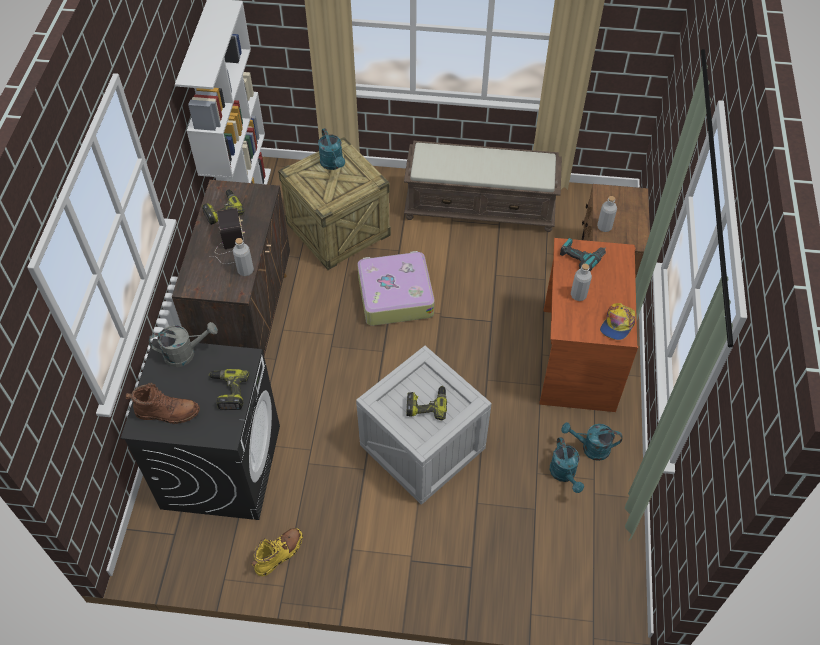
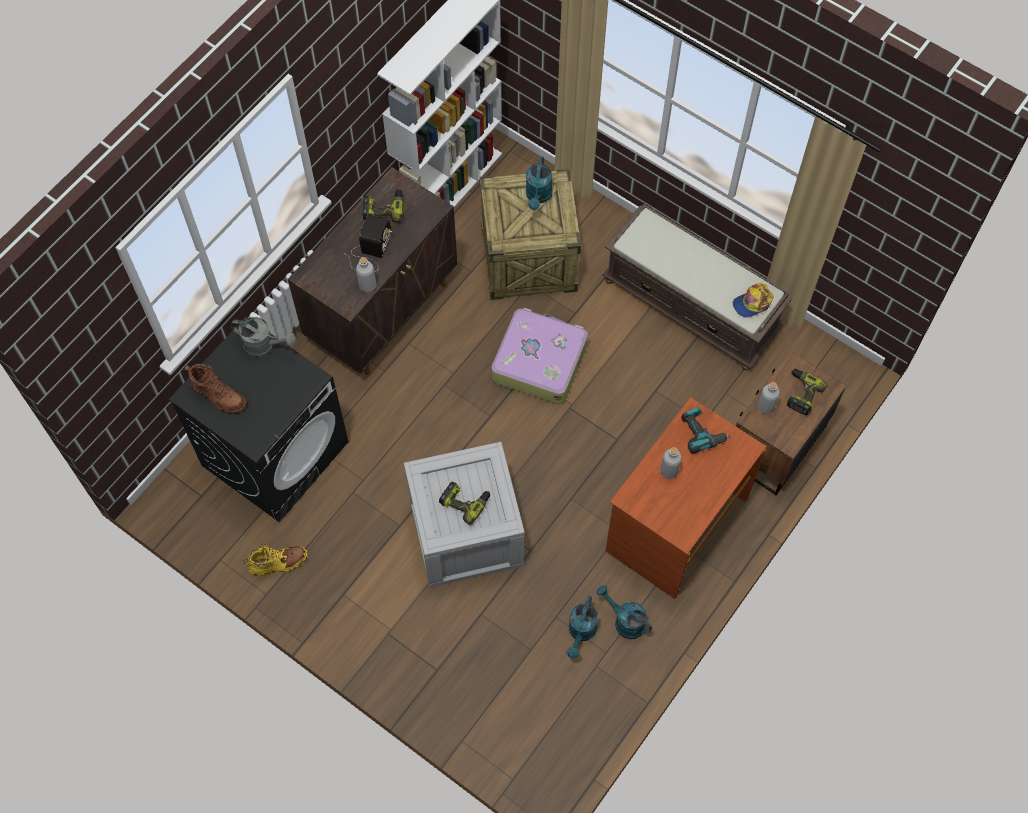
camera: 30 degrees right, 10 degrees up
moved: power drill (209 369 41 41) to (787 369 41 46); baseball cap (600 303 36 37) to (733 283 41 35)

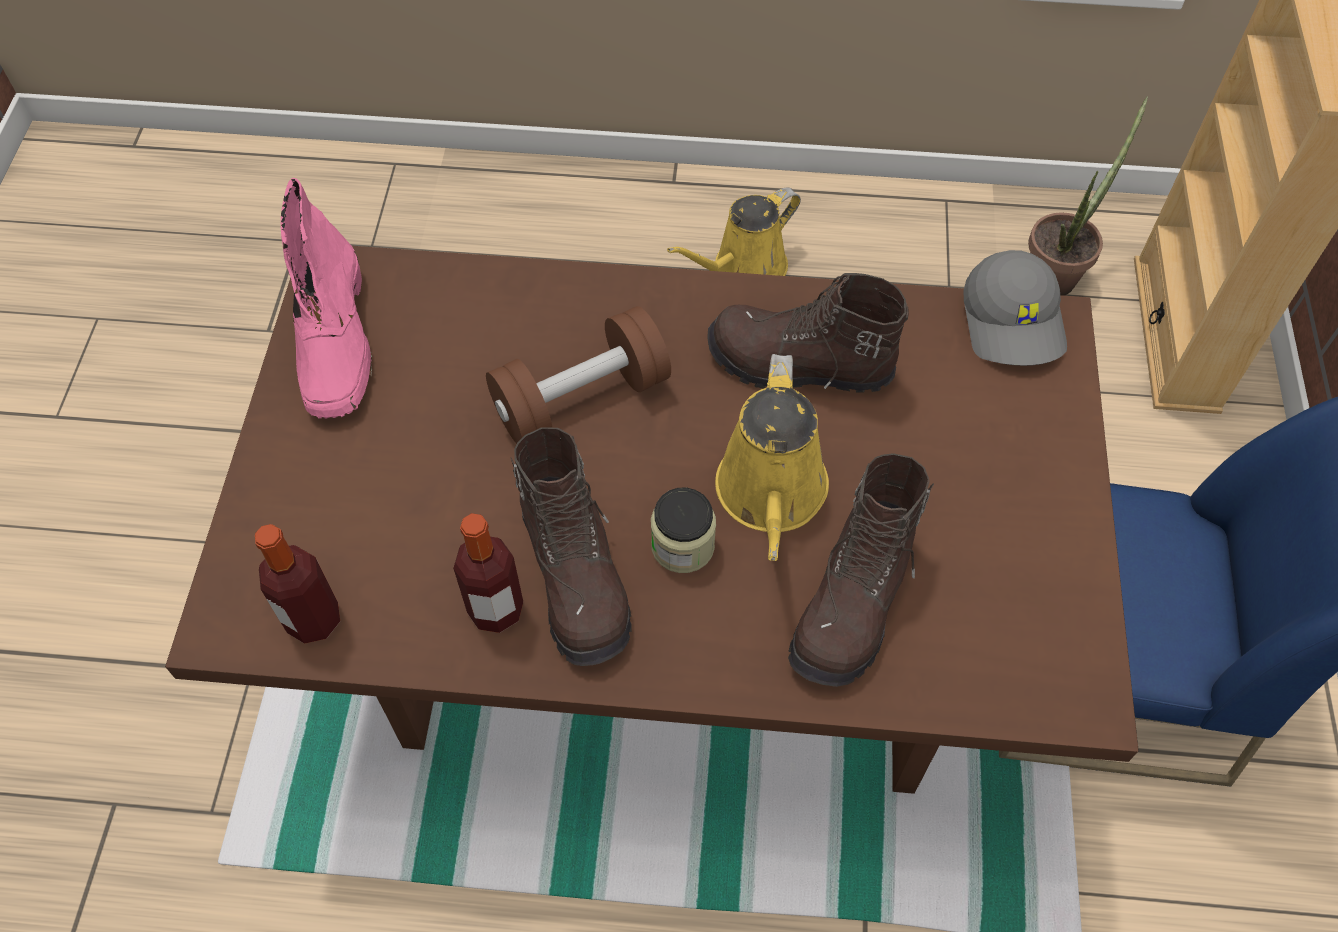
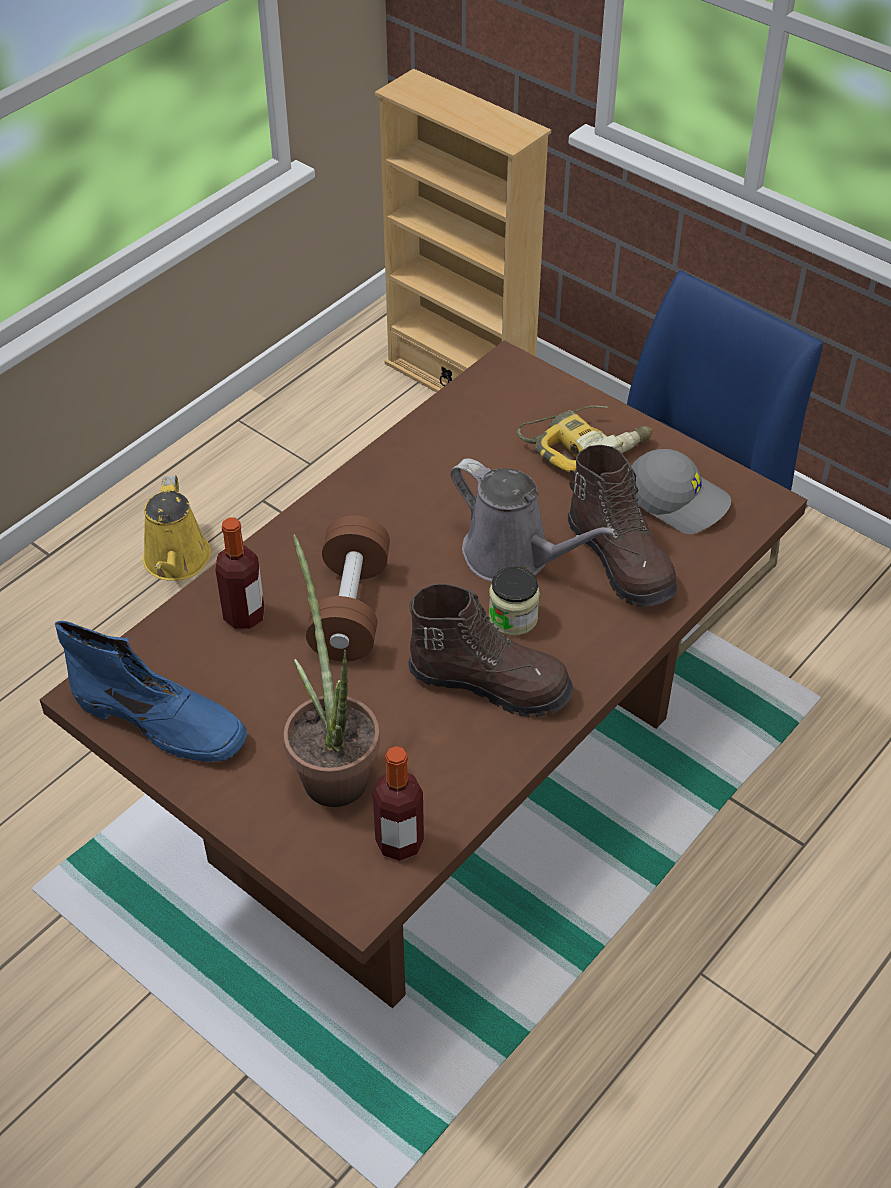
camera: 55 degrees left, 10 degrees down
removed: brownish high-top boot (707 273 202 120)
added: power drill (516 405 137 67)
moved: beverage bottle (453 513 70 120) to (215 518 49 111); greyish baseball cap (963 250 104 116) to (631 449 100 85); houseplant (1028 96 120 200) to (283 534 97 273)
recoloured: pink-coloured high-top boot (281 178 91 241) to bluish high-top boot (55 621 192 141); yellowish watering can (715 354 114 207) to greyish watering can (451 458 166 124)

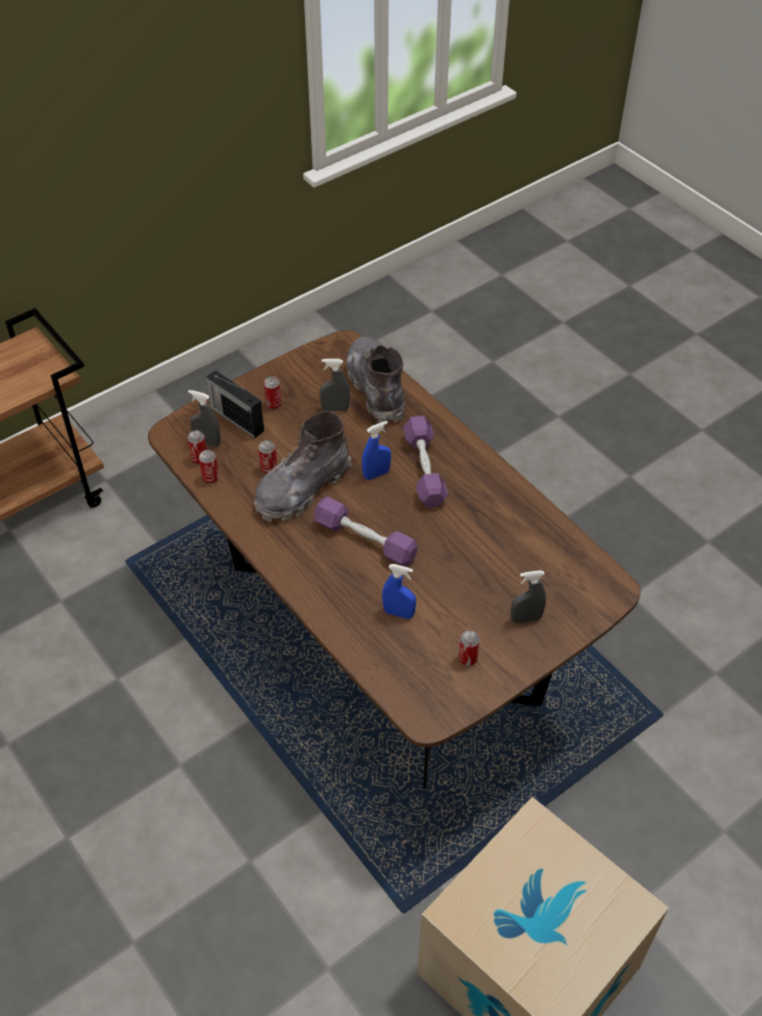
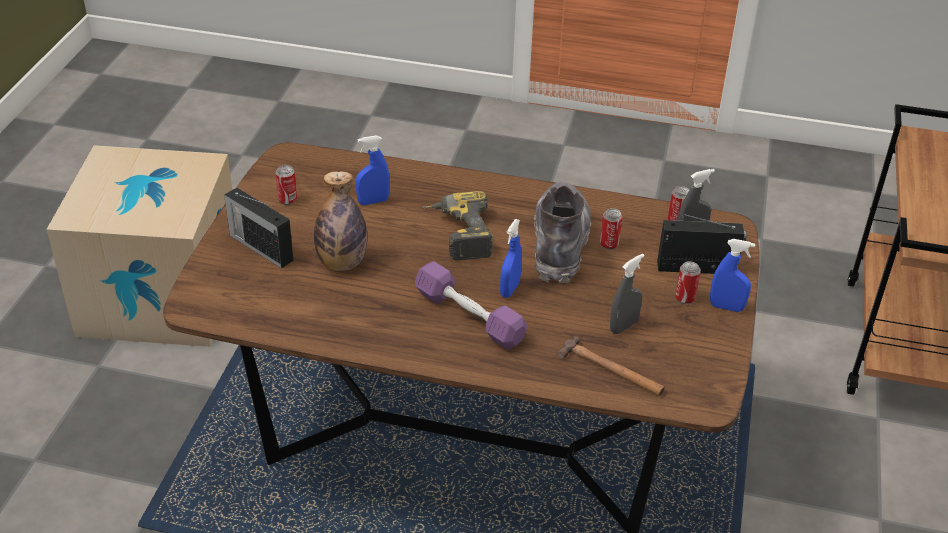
camera: 140 degrees right, 10 degrees down
removed: metal can (199 450 20 34)
added: beverage bottle (314 171 53 100); bluish sprayer (710 239 45 73)
replaced: purple-coloured dumbbell (314 497 104 70) to power drill (422 191 71 70); greyish high-top boot (346 337 59 86) to tool hammer (557 336 108 60); greyish sprayer (511 570 35 53) to radio set (224 188 69 80)

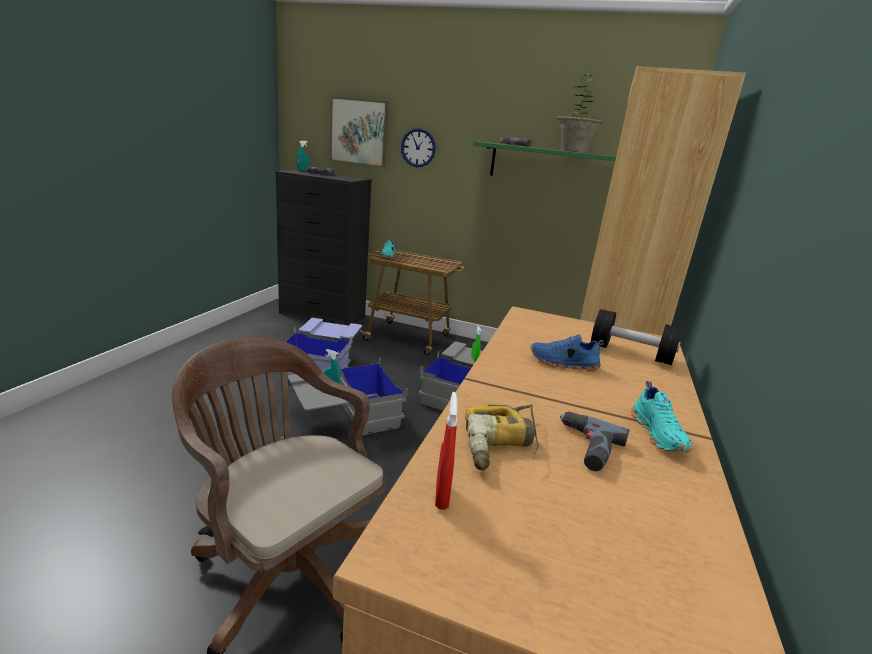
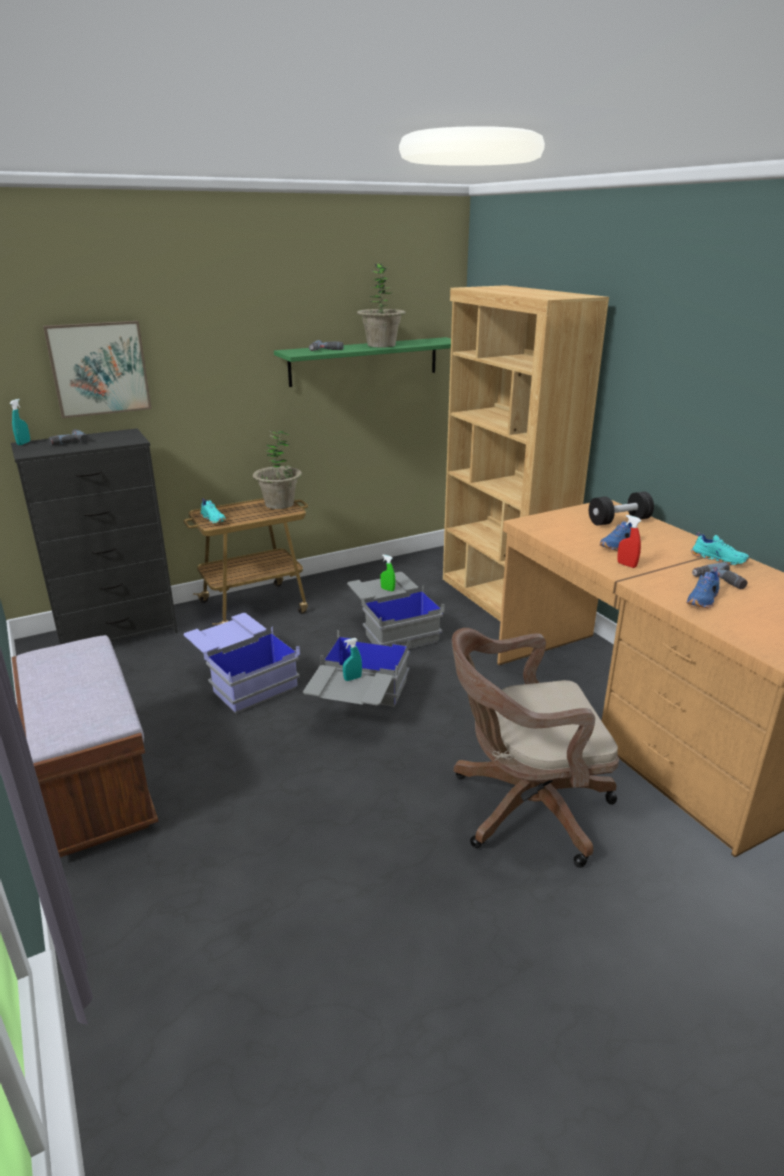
camera: 45 degrees left, 5 degrees up
removed: hanging clock (401 128 35 39)
added: brownish bench (12 635 147 222); houseplant (253 431 49 78)
moved: red-coloured sprayer (435 392 22 118) to (617 515 24 53)
replaced: power drill (465 404 74 66) to bluish shoe (686 568 34 40)

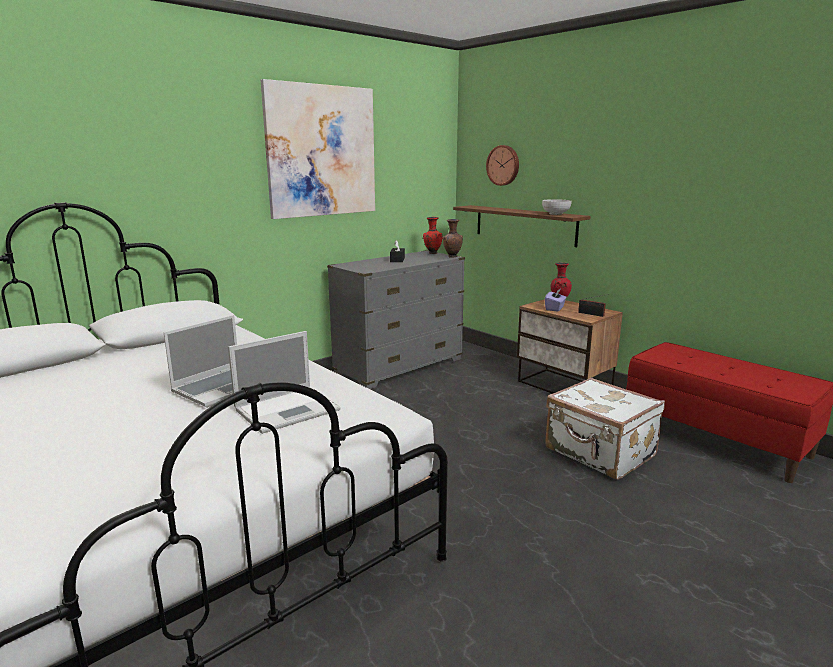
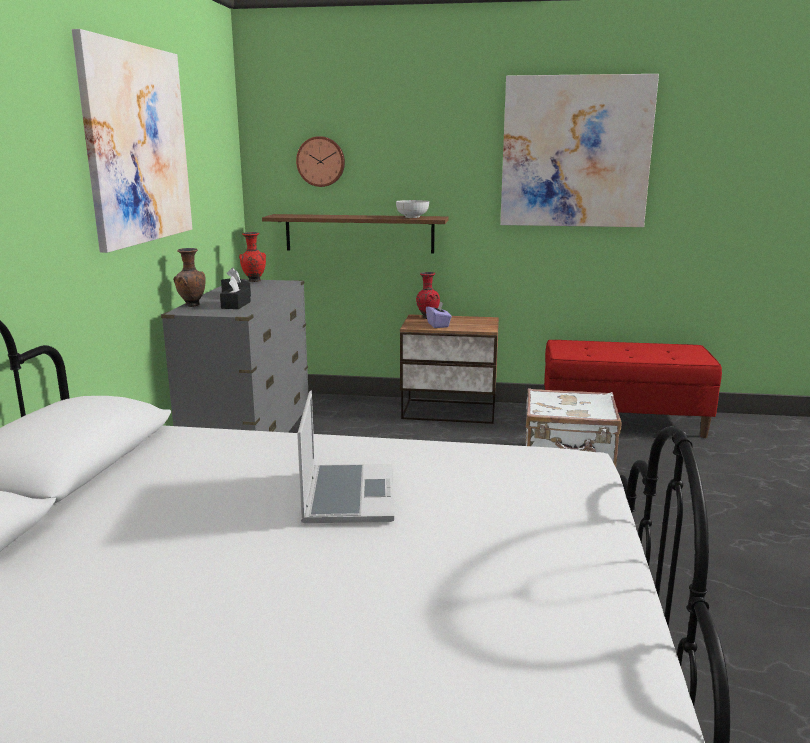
camera: 40 degrees left, 0 degrees up
removed: notebook computer (228 331 112 103); radio set (578 294 30 23)
added: black-coloured tissue holder (220 276 31 33); wall art (500 74 159 153)
moved: brownish vase (442 219 21 39) to (173 248 32 59)

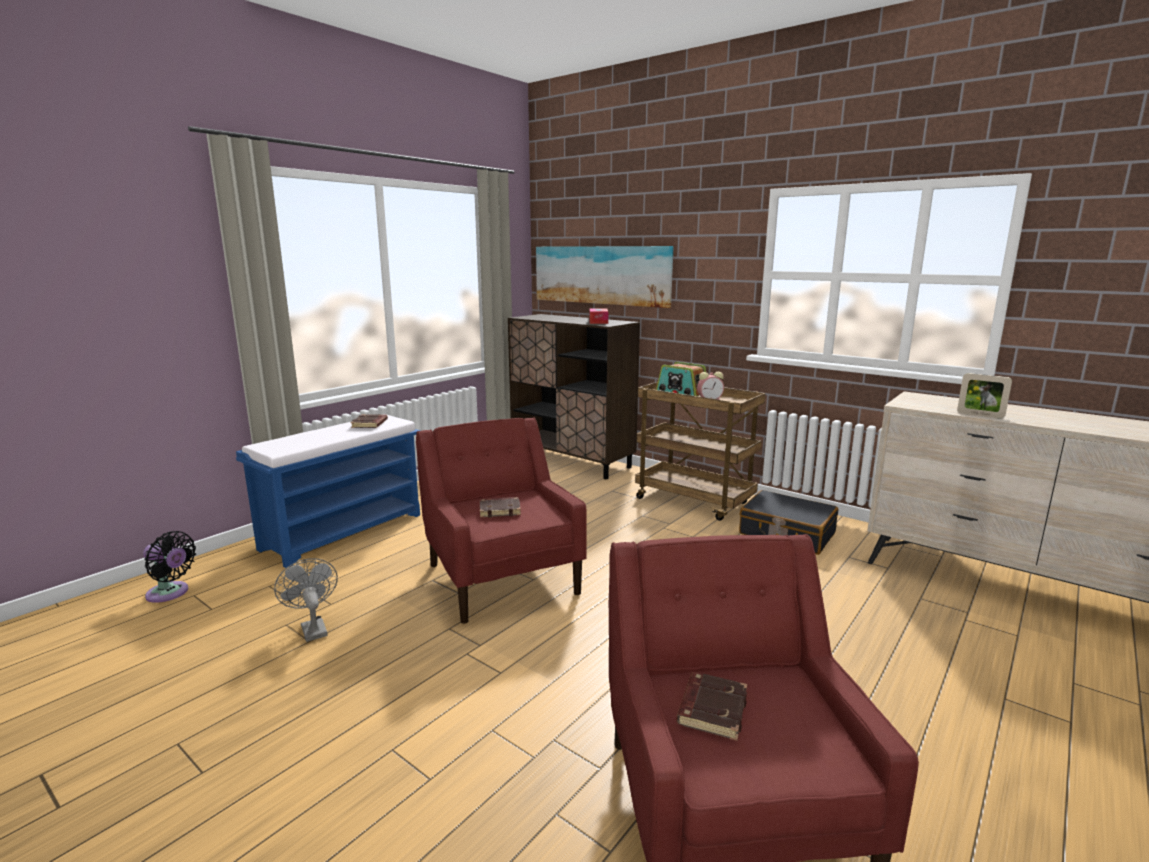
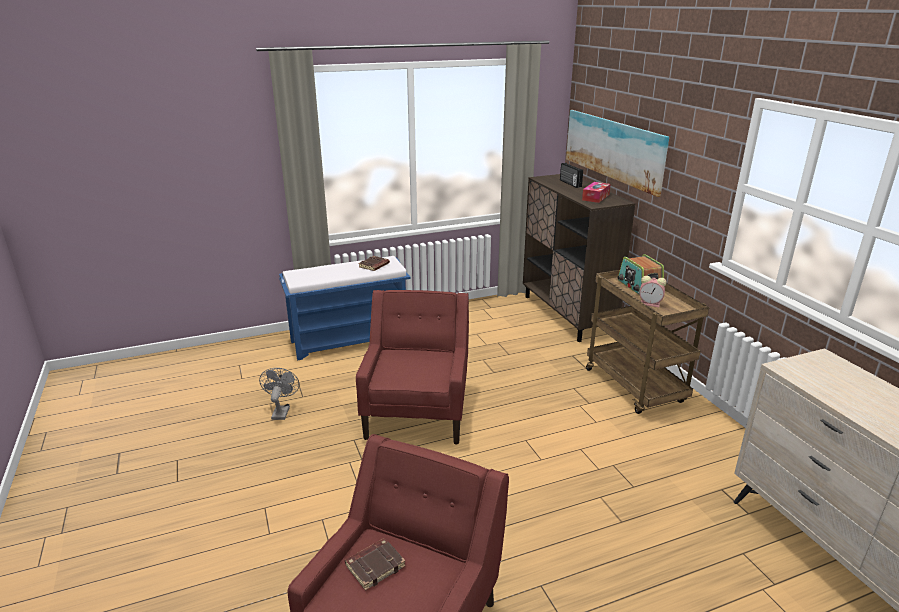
camera: 30 degrees right, 10 degrees up
removed: black-coloured fan (143 531 53 72); brownish book (480 497 41 21); black-coloured travel case (739 490 99 65); photo frame (957 373 55 46)
added: radio set (560 163 23 25)

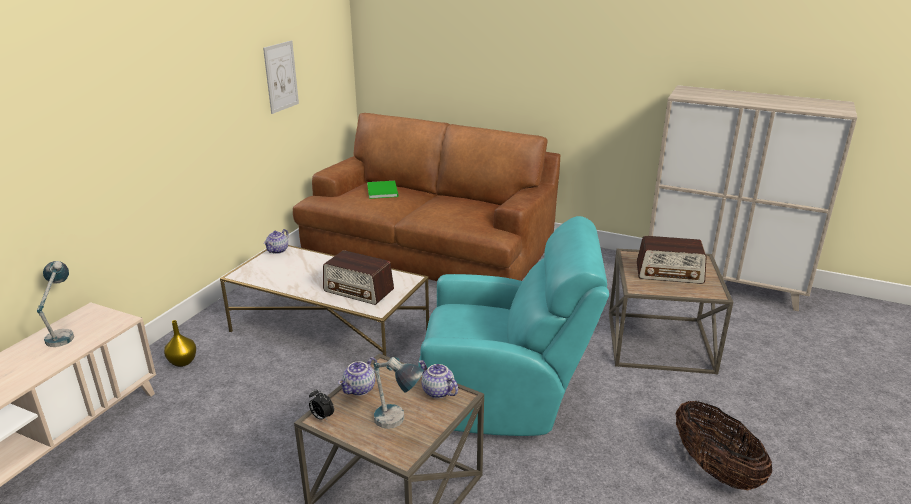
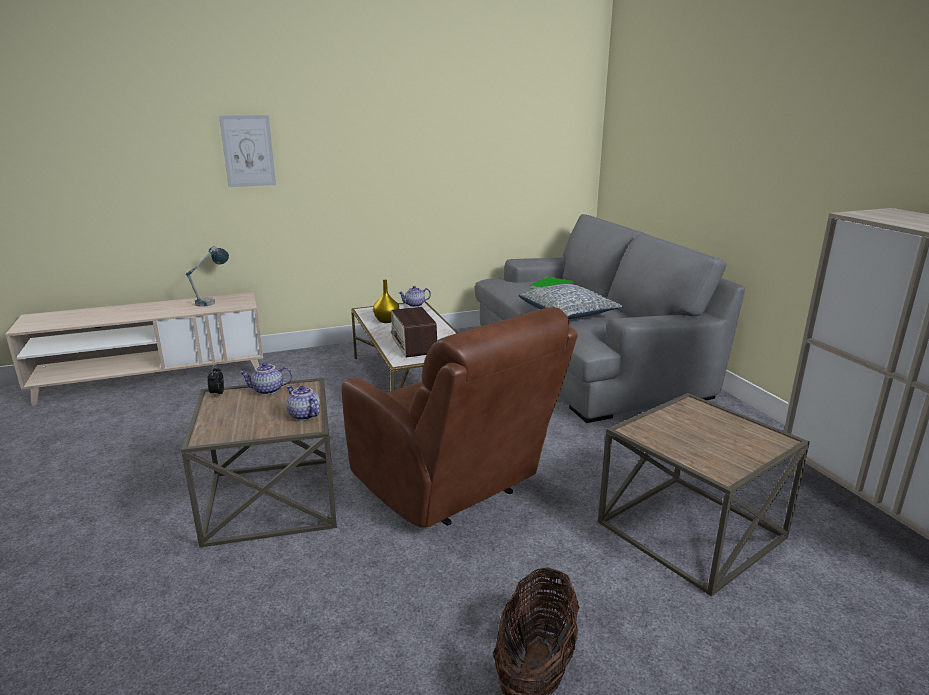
camera: 45 degrees right, 5 degrees down
removed: tabletop lamp (373 357 51 72); radio set (637 236 70 48)
added: throw pillow (519 284 104 35)
moved: yellowish vase (164 320 32 47) to (373 280 26 43); wall art (263 41 36 73) to (219 115 57 72)
recoloured: brownish sofa (293 113 267 168) to greyish sofa (475 214 270 209); turquoise easy chair (418 216 191 220) to brownish easy chair (341 307 237 221)
turned: tea pot (419 360 39 38) = (286 385 34 35) 45 degrees counterclockwise

